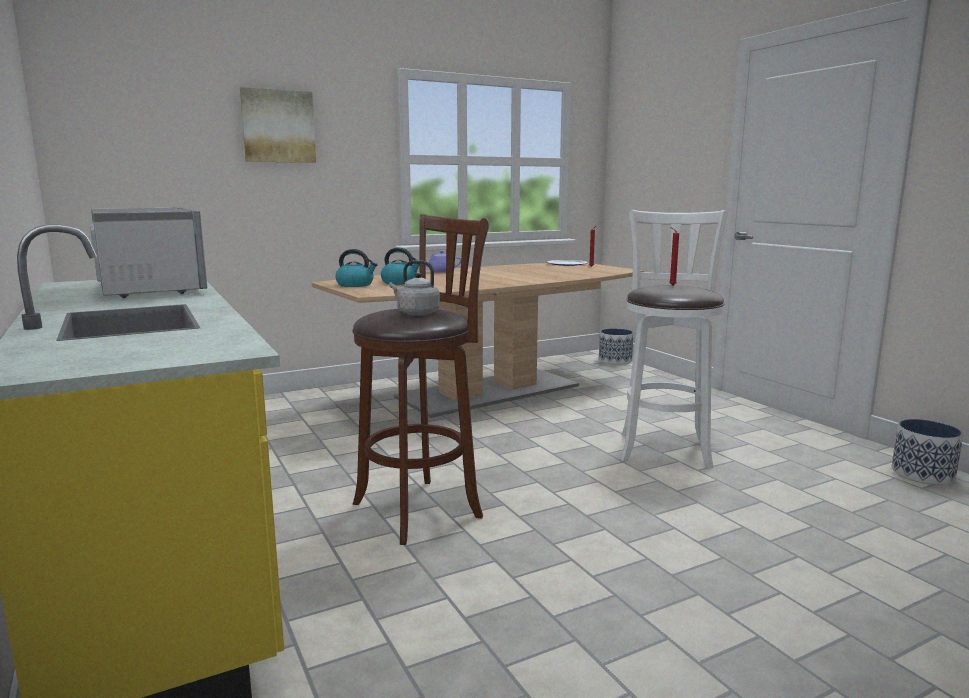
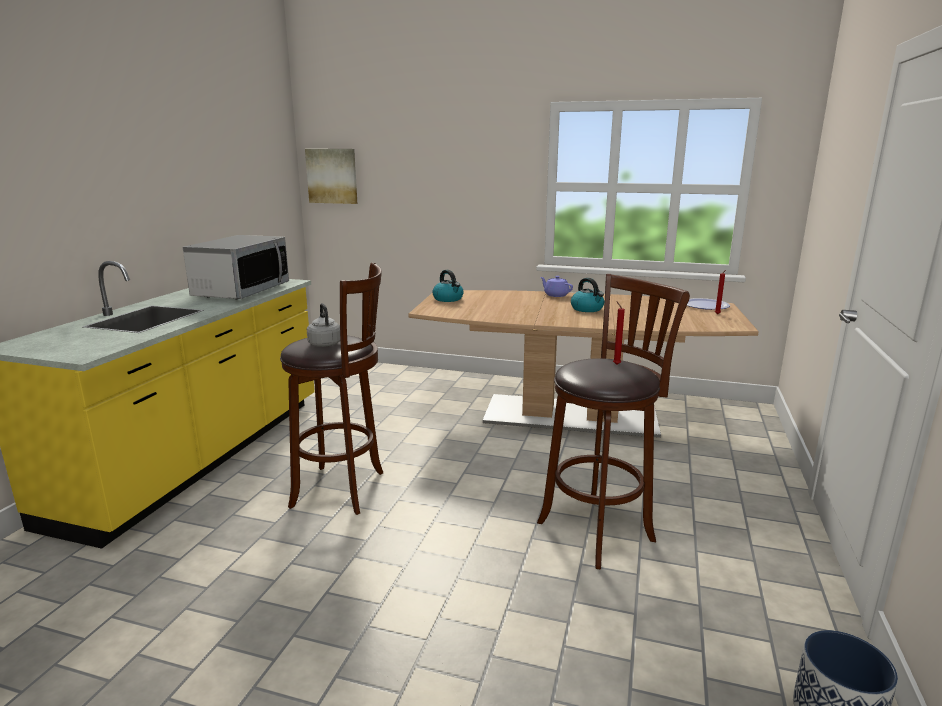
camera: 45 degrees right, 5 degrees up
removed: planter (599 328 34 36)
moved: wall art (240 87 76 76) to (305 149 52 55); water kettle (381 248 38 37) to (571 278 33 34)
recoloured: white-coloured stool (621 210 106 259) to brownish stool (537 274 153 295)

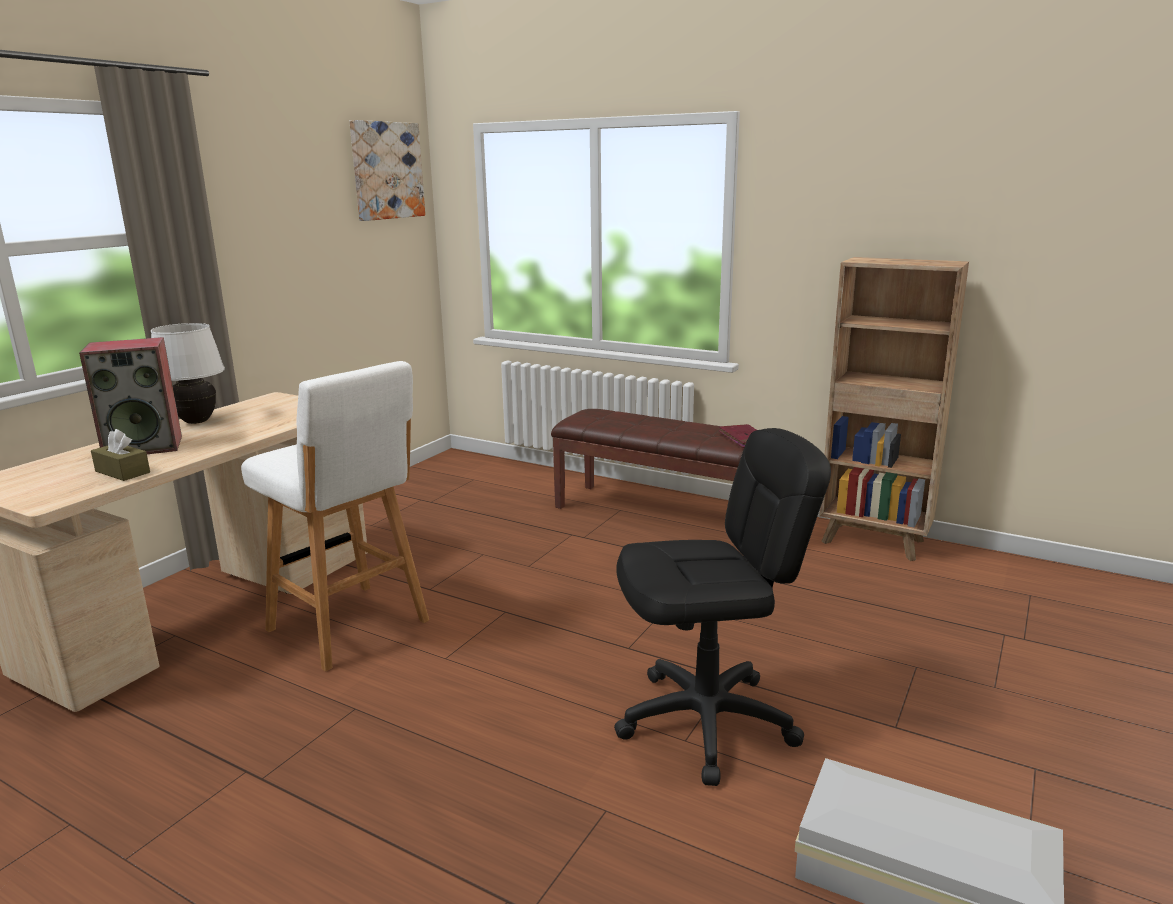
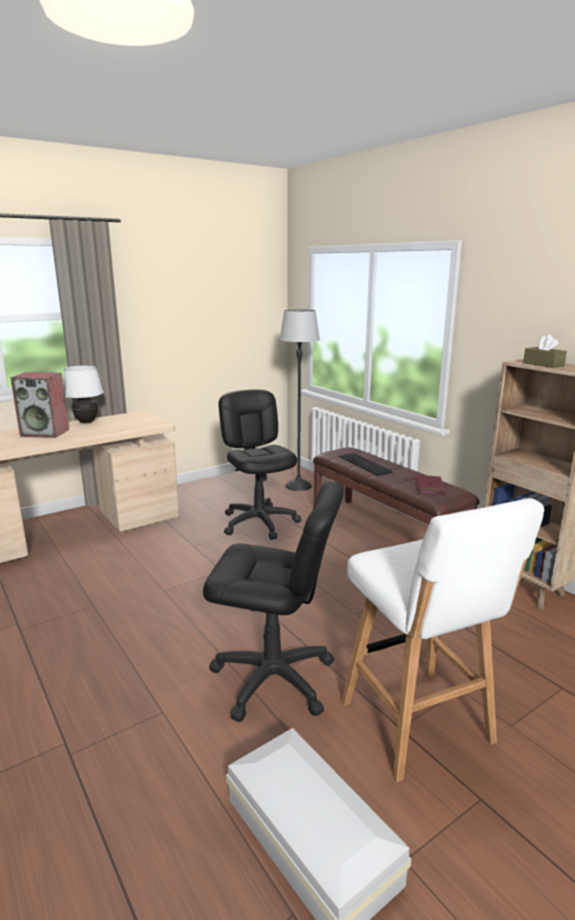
camera: 25 degrees right, 0 degrees up
removed: wall art (349 120 76 101)
added: black-coloured office chair (218 390 83 150); floor lamp (280 309 40 182); computer keyboard (339 453 54 23)
moved: brownish tissue holder (91 429 59 52) to (523 335 44 33); white-coloured stool (241 361 188 311) to (341 498 203 284)

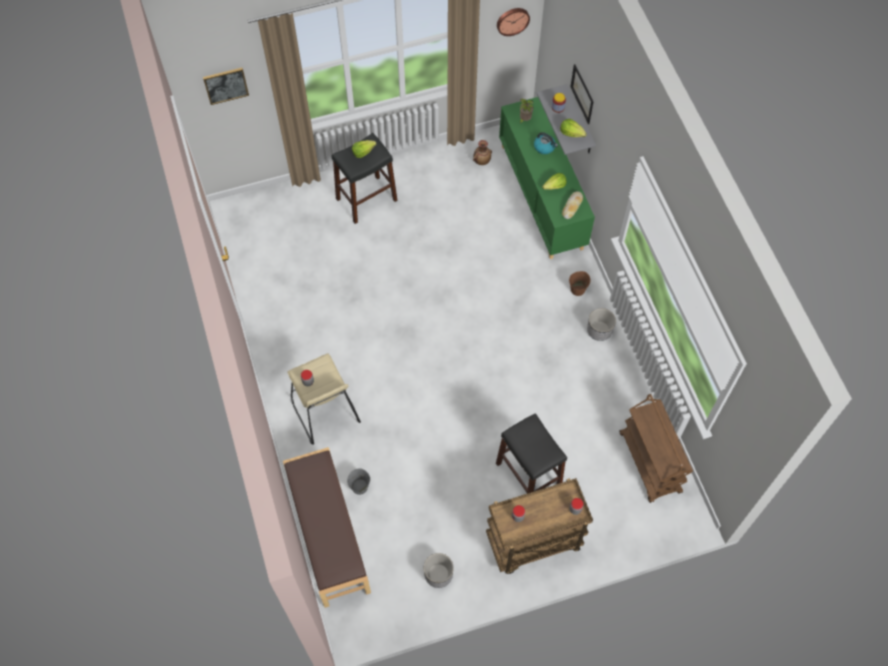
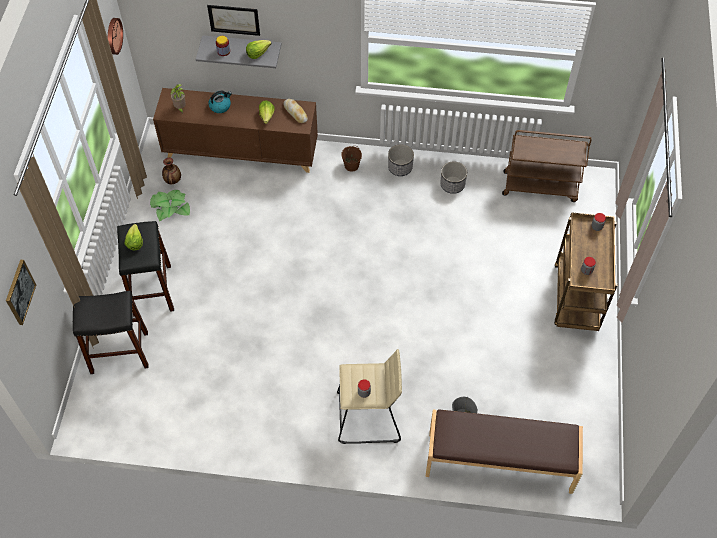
camera: 65 degrees left, 5 degrees down
added: houseplant (150 190 40 32)
moved: planter (424 553 30 35) to (440 161 27 33); black-coloured stool (496 413 71 80) to (73 291 76 83)
recoloured: green-coloured cabinet (499 97 96 162) to brownish cabinet (153 88 165 85)

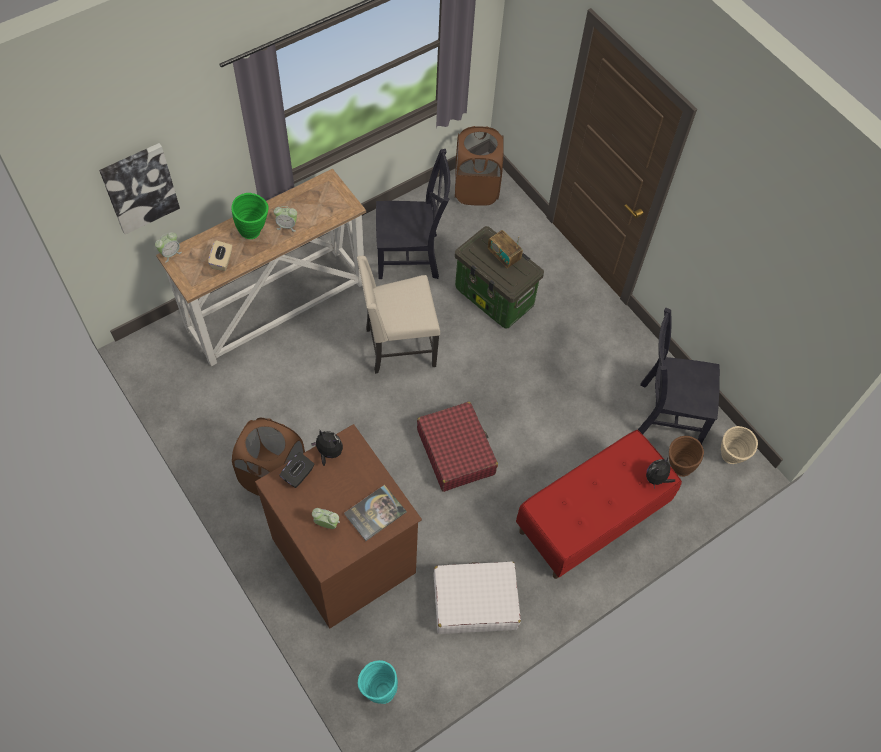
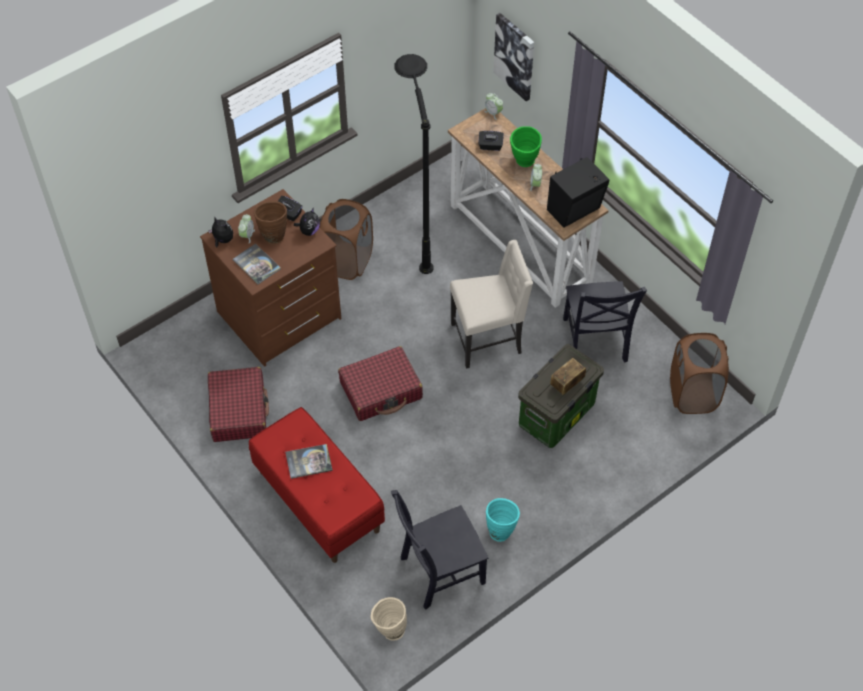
camera: 90 degrees right, 5 degrees down
added: book (285 444 48 35); black-coloured floor lamp (394 54 40 220); black-coloured loudspeaker (547 157 62 71)
moved: turquoise vase (358 660 40 44) to (486 498 34 44); plush toy (646 457 29 31) to (208 217 25 30); brownish vase (669 436 35 41) to (254 201 33 44)
recoloured: sand-coloured tissue holder (208 240 24 31) to black-coloured tissue holder (478 131 26 20); white-coloured travel case (433 561 88 73) to red-coloured travel case (208 367 61 75)
turned: sand-coloured plain chair (357 256 83 118) = (450 240 83 129) 90 degrees clockwise; black-coloured plain chair (638 307 82 137) = (391 490 97 119) 120 degrees counterclockwise

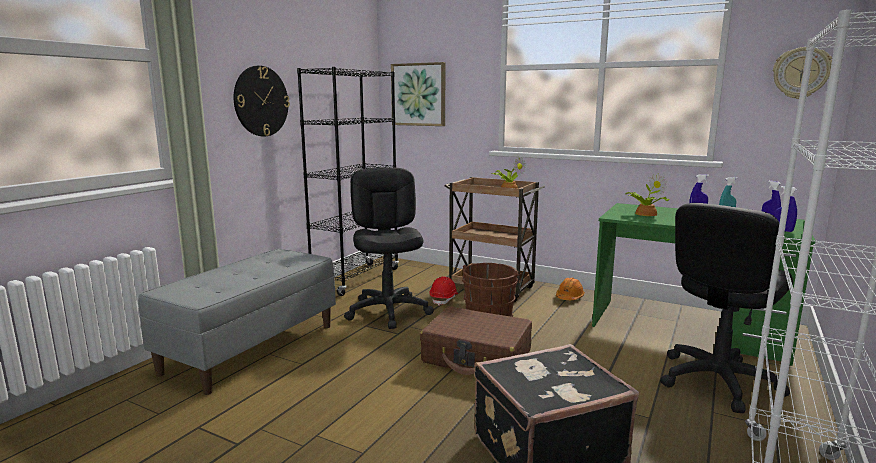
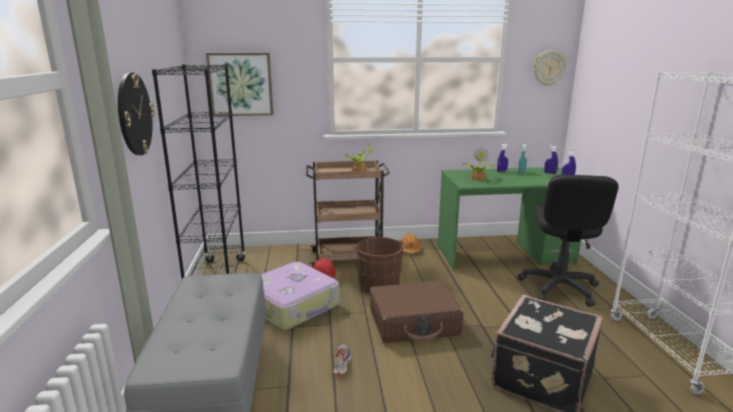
camera: 35 degrees left, 5 degrees up
added: shoe (333 344 19 31)
replaced: black-coloured office chair (344 167 90 162) to travel case (261 262 78 68)

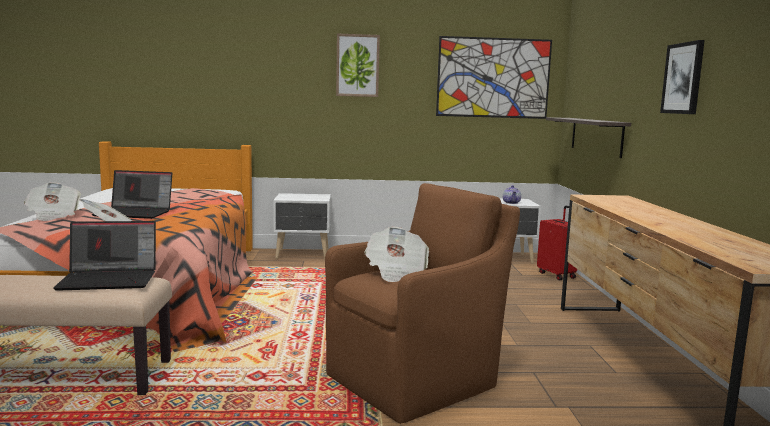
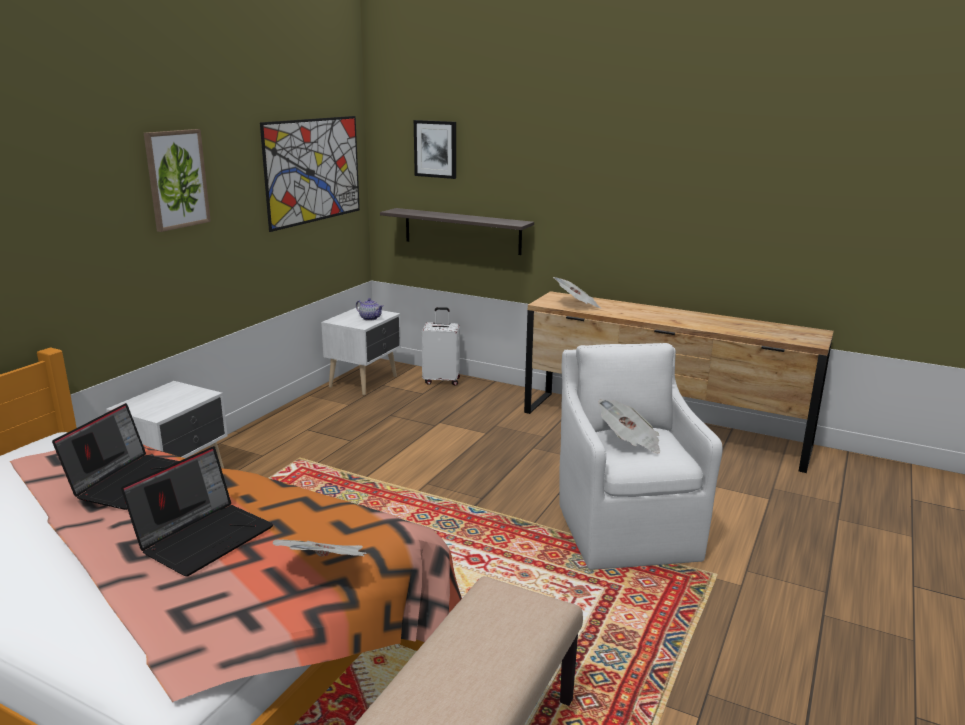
camera: 60 degrees left, 10 degrees up
moved: daily paper (24 182 57 39) to (553 277 48 31); notebook computer (53 221 103 70) to (52 403 127 107); wall art (660 40 45 74) to (414 120 42 59)
recoloured: brownish easy chair (325 183 195 241) to white-coloured easy chair (559 343 164 227); red-coloured travel case (537 206 40 74) to white-coloured travel case (421 307 39 79)

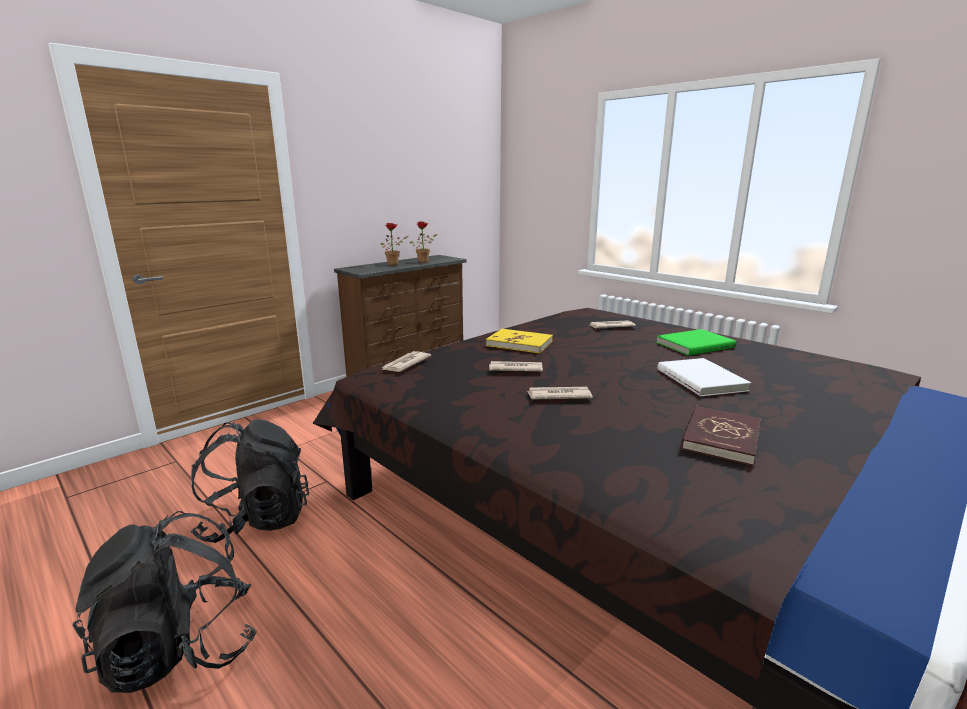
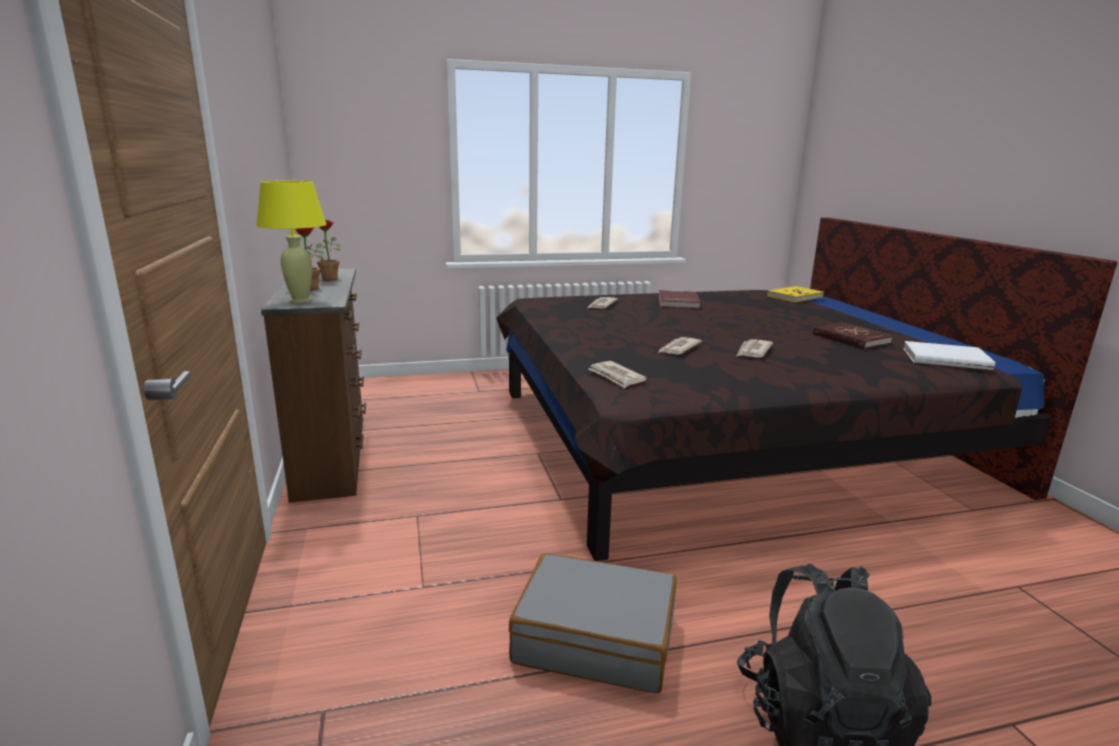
camera: 60 degrees left, 0 degrees up
added: yellowish tabletop lamp (256 181 70 122)
moved: yellowish book (486 329 67 24) to (767 286 57 17); white-coloured book (658 358 93 38) to (903 341 92 29)
replaced: black-coloured backpack (191 419 118 124) to greyish travel case (509 553 167 140)
recoloured: green-coloured book (656 329 80 27) to red-coloured book (659 290 42 19)

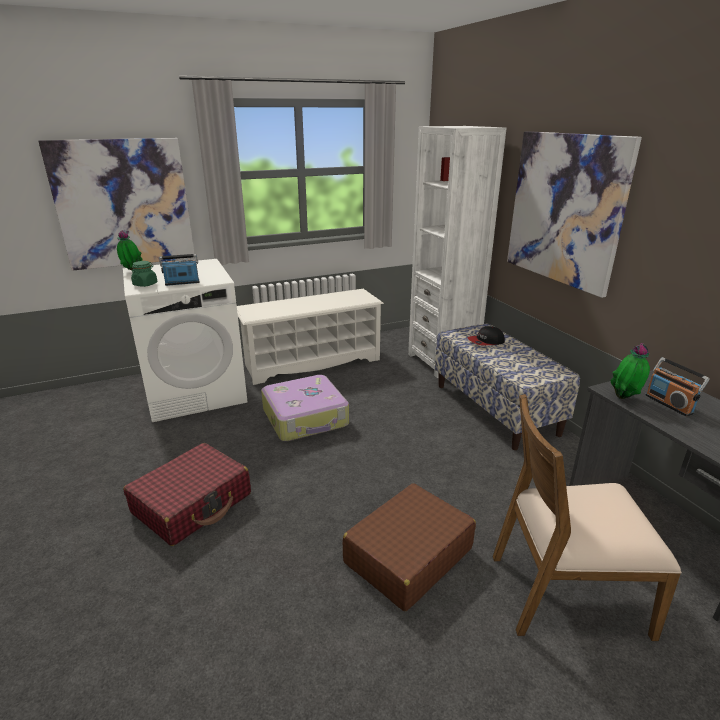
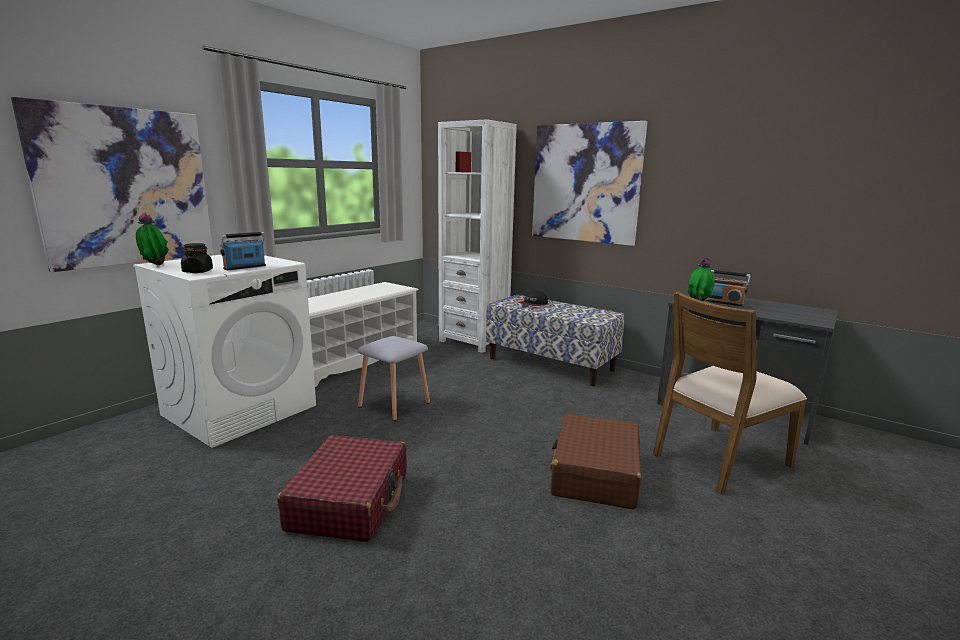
camera: 30 degrees left, 10 degrees down
replaced: travel case (261 375 88 66) to greyish stool (357 336 73 85)
recoloured: green-coloured jar (131 261 26 26) to black-coloured jar (181 243 32 30)

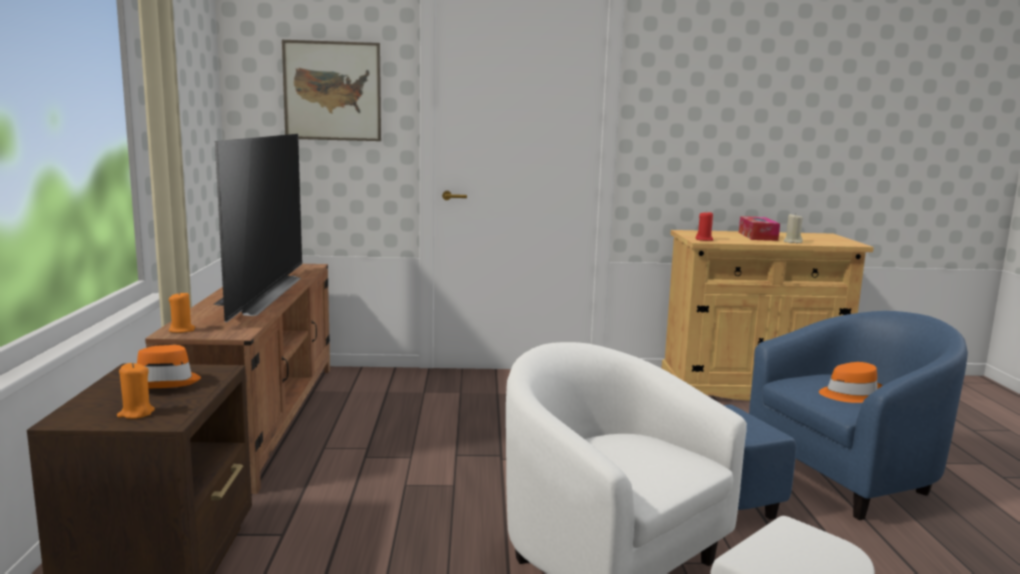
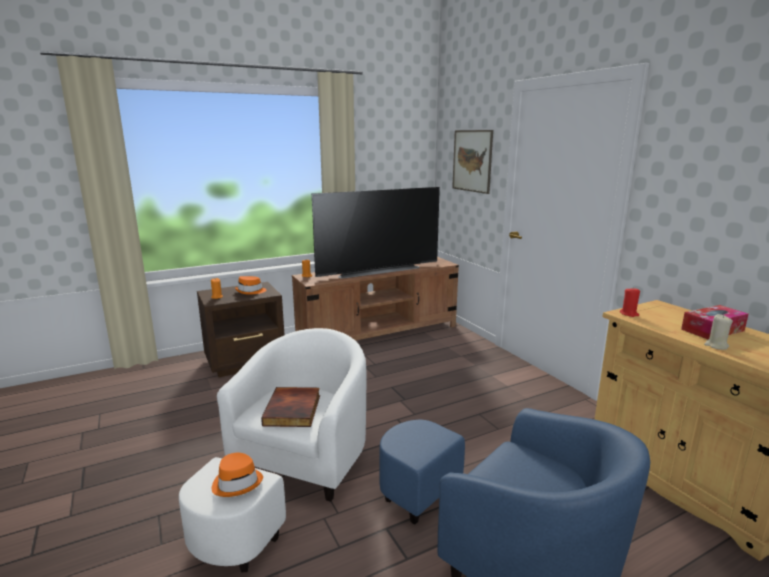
camera: 65 degrees right, 5 degrees up
added: book (261 387 59 40)
moved: orange-coloured hat (819 362 64 41) to (212 453 51 44)

